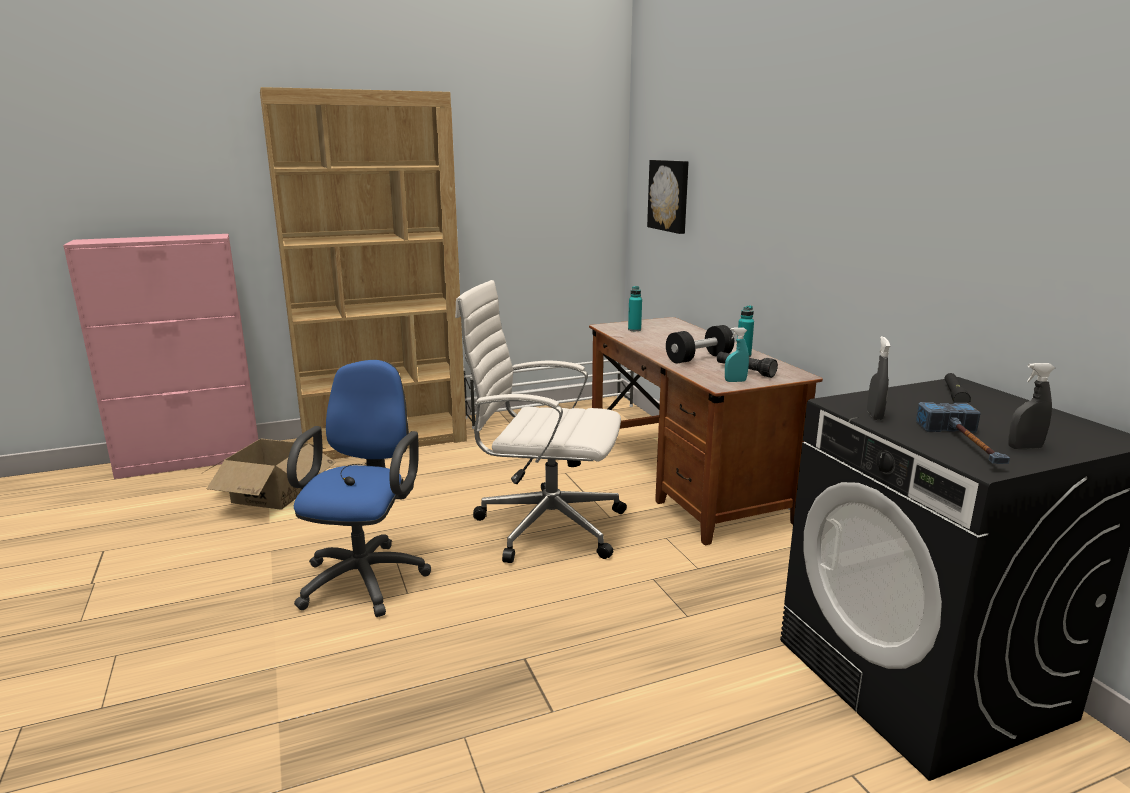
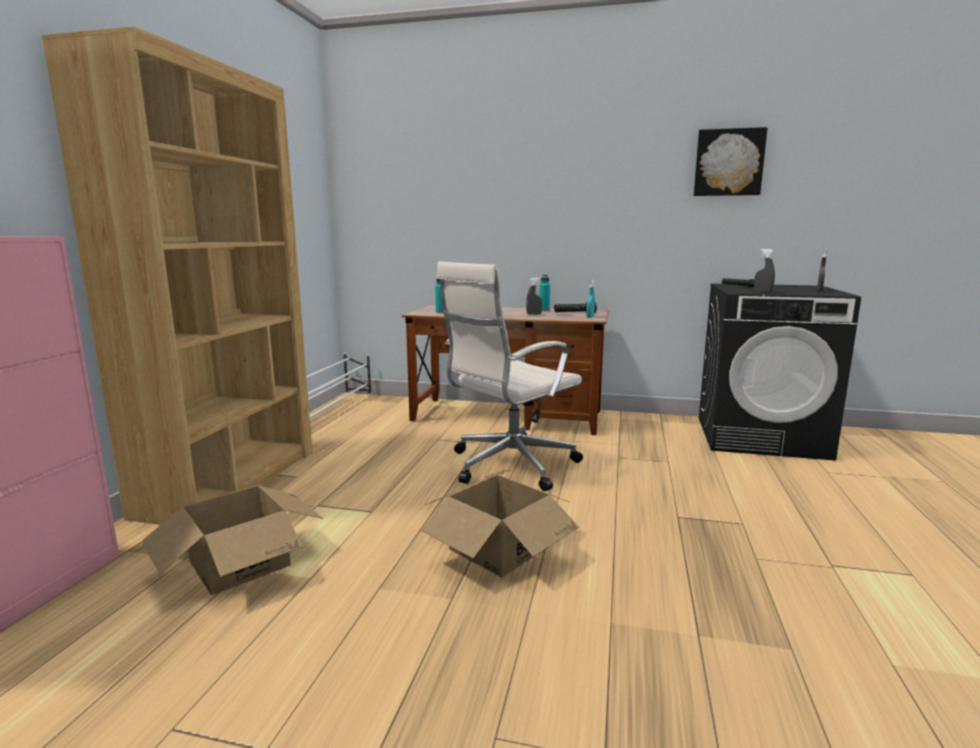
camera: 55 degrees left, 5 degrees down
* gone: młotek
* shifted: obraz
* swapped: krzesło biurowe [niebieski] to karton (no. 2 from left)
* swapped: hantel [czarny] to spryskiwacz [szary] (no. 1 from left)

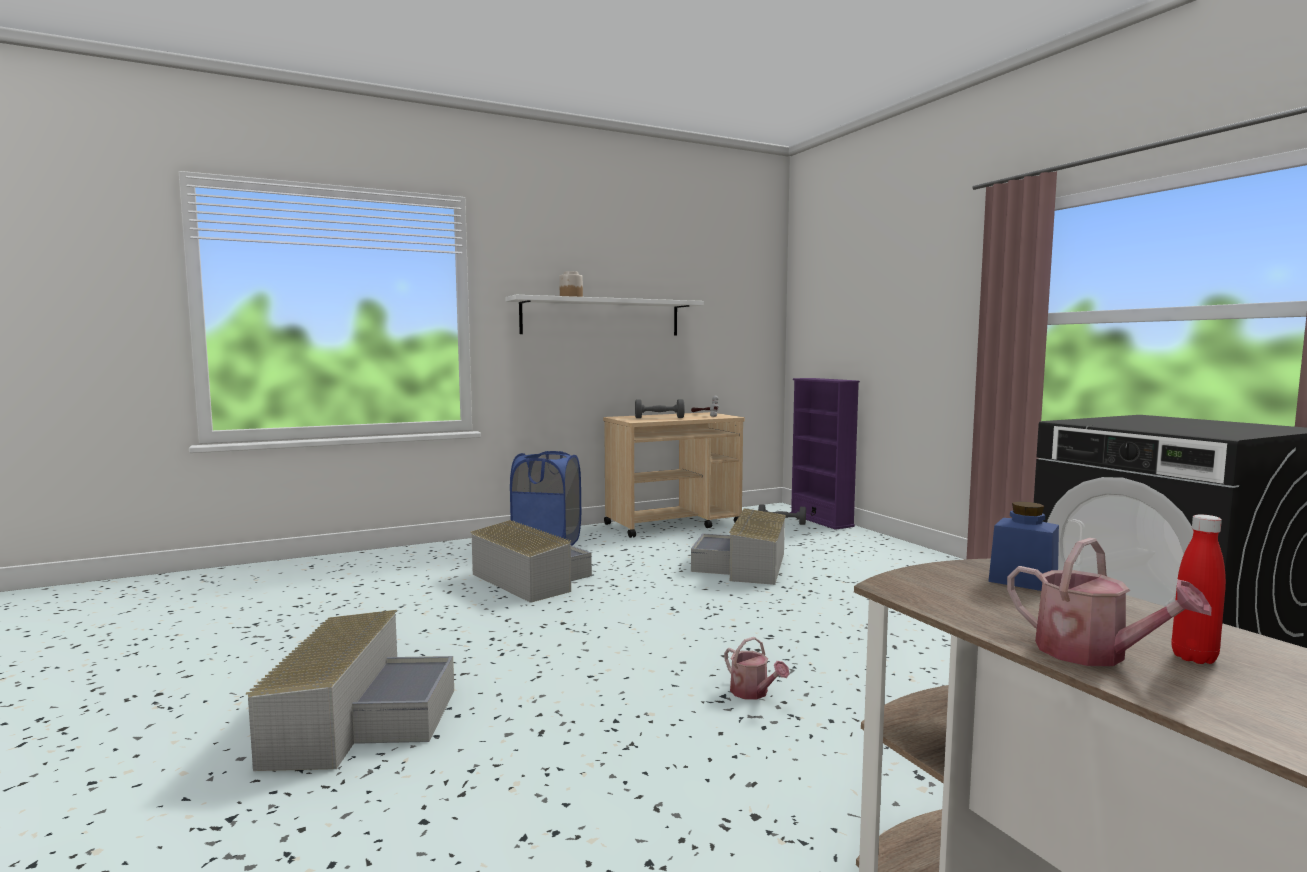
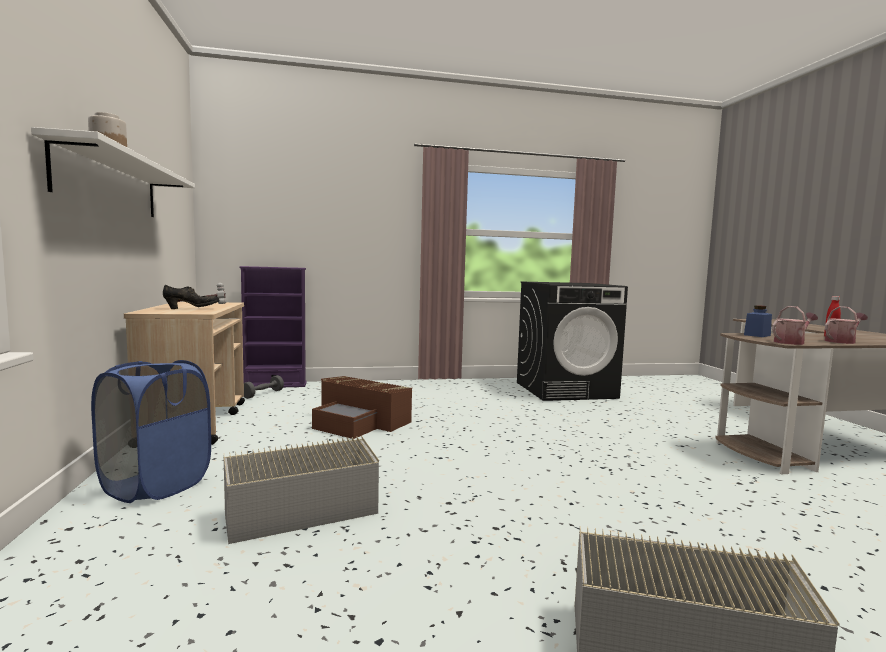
camera: 75 degrees left, 0 degrees up
* shifted: konewka (no. 1 from left)
* swapped: hantel [szary] (no. 1 from left) to but [czarny]
* repainted: pojemnik do przechowywania [szary] (no. 3 from left) to pojemnik do przechowywania [brązowy]

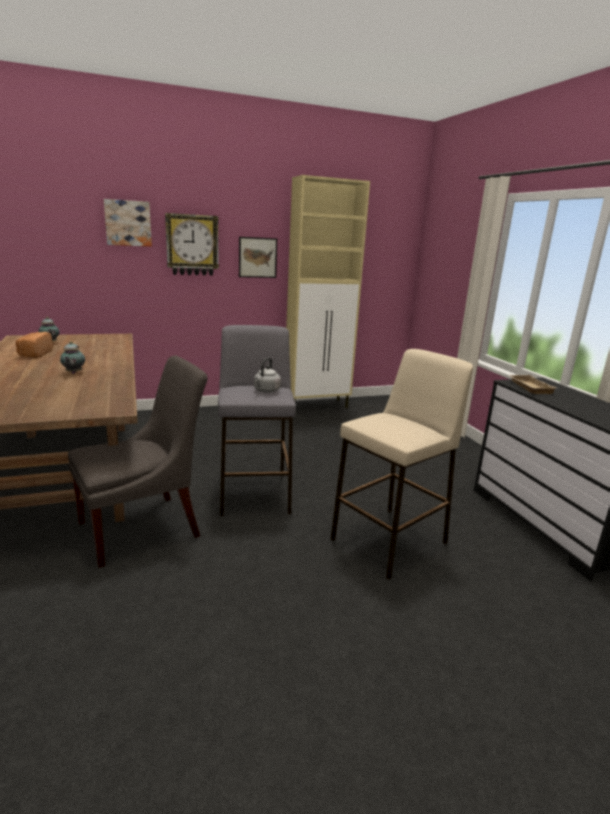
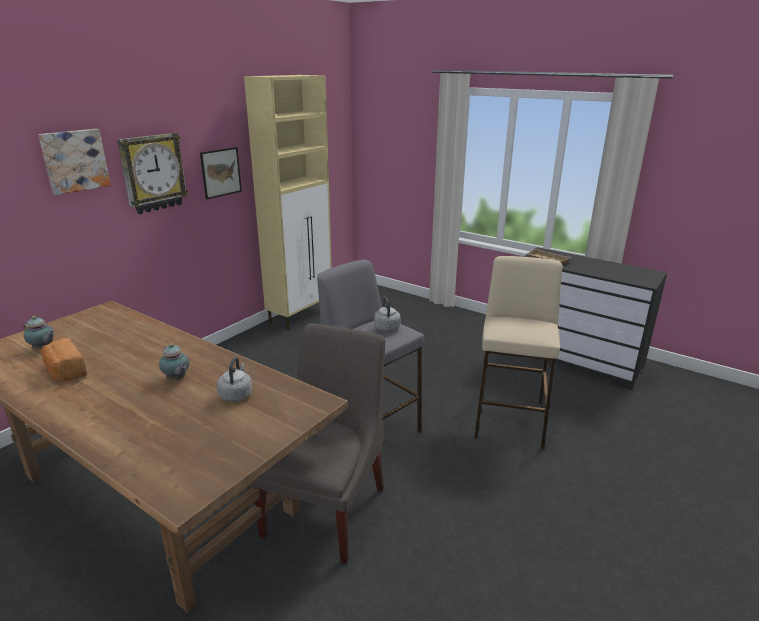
camera: 35 degrees left, 5 degrees up
* new: czajnik [szary] (no. 1 from left)

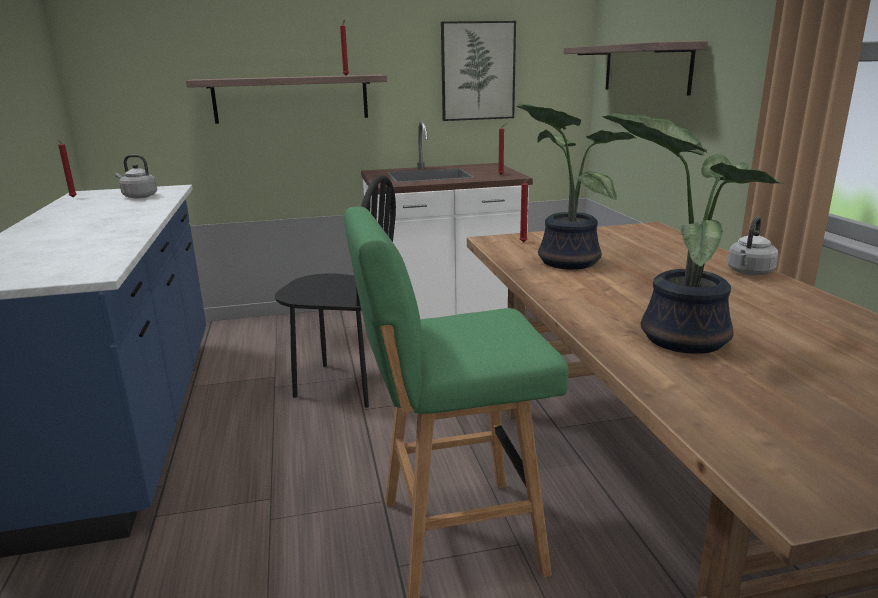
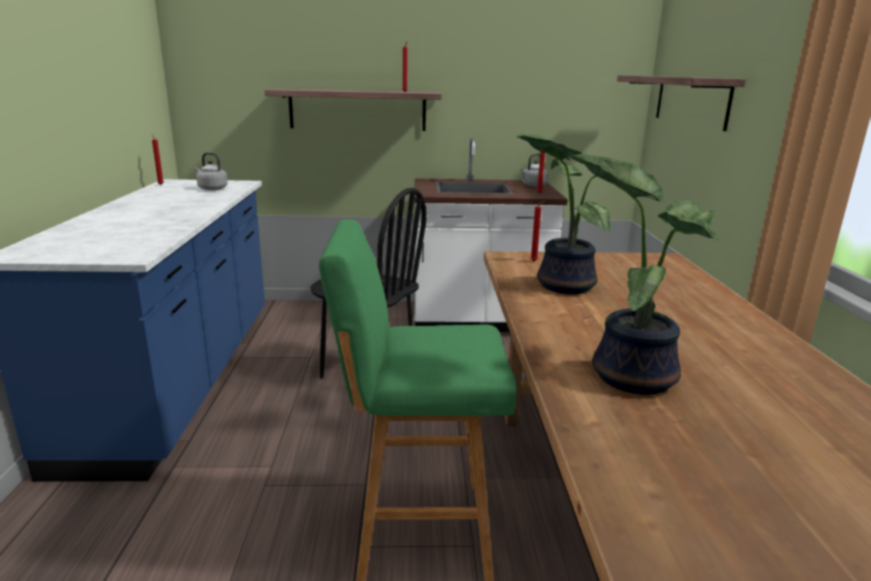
camera: 10 degrees right, 0 degrees up
* gone: obraz
* shifted: czajnik [szary] (no. 2 from left)

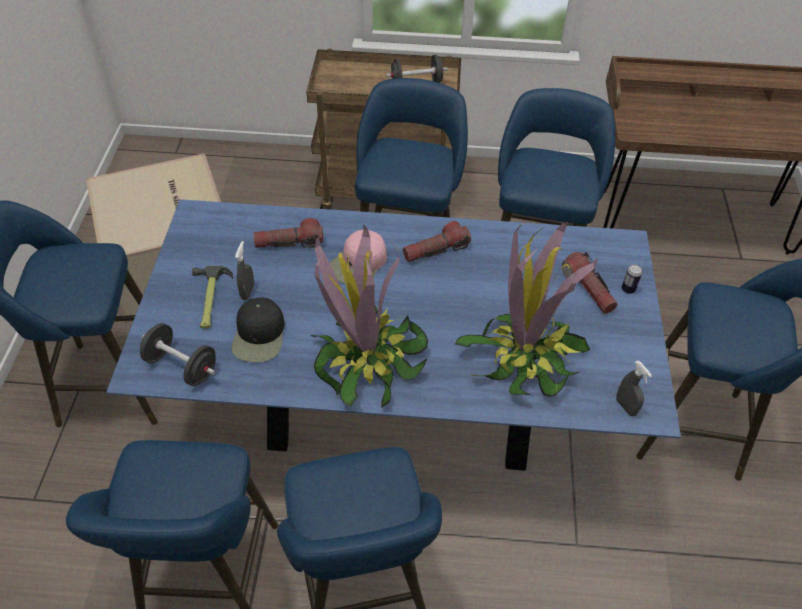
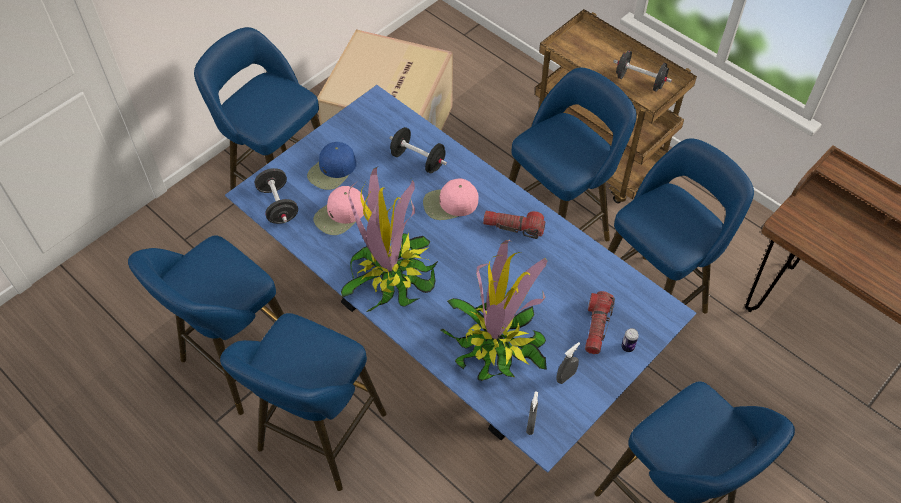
camera: 40 degrees right, 5 degrees up
* shifted: spryskiwacz [szary] (no. 1 from left in the first image) to spryskiwacz [szary] (no. 2 from left)
* swapped: młotek to czapka z daszkiem [niebieski]
* swapped: latarka (no. 1 from left) to hantel [czarny] (no. 2 from left)
* repainted: czapka z daszkiem [czarny] to czapka z daszkiem [różowy] (no. 1 from left)

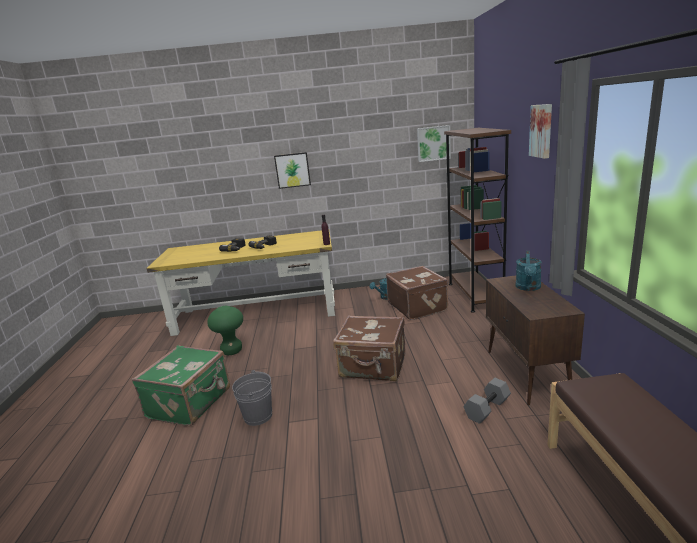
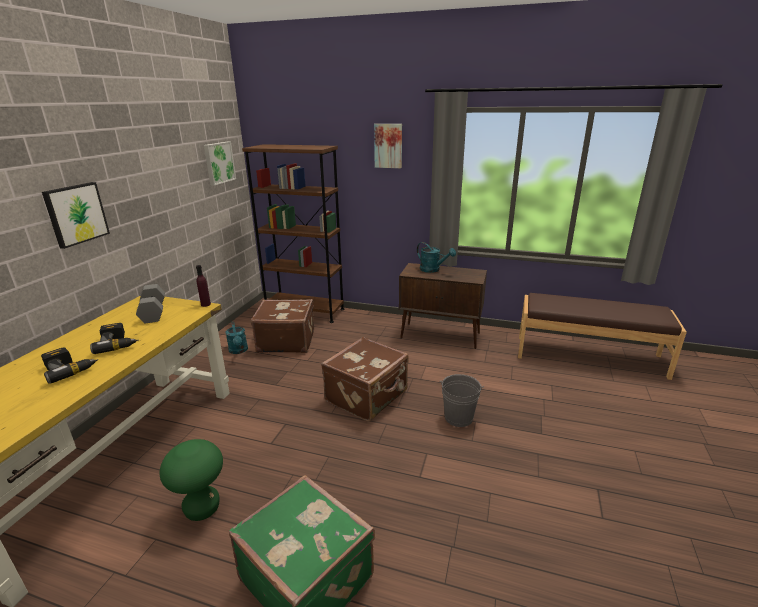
camera: 70 degrees left, 5 degrees up
* shifted: wiadro [szary]
* shifted: hantel [szary]

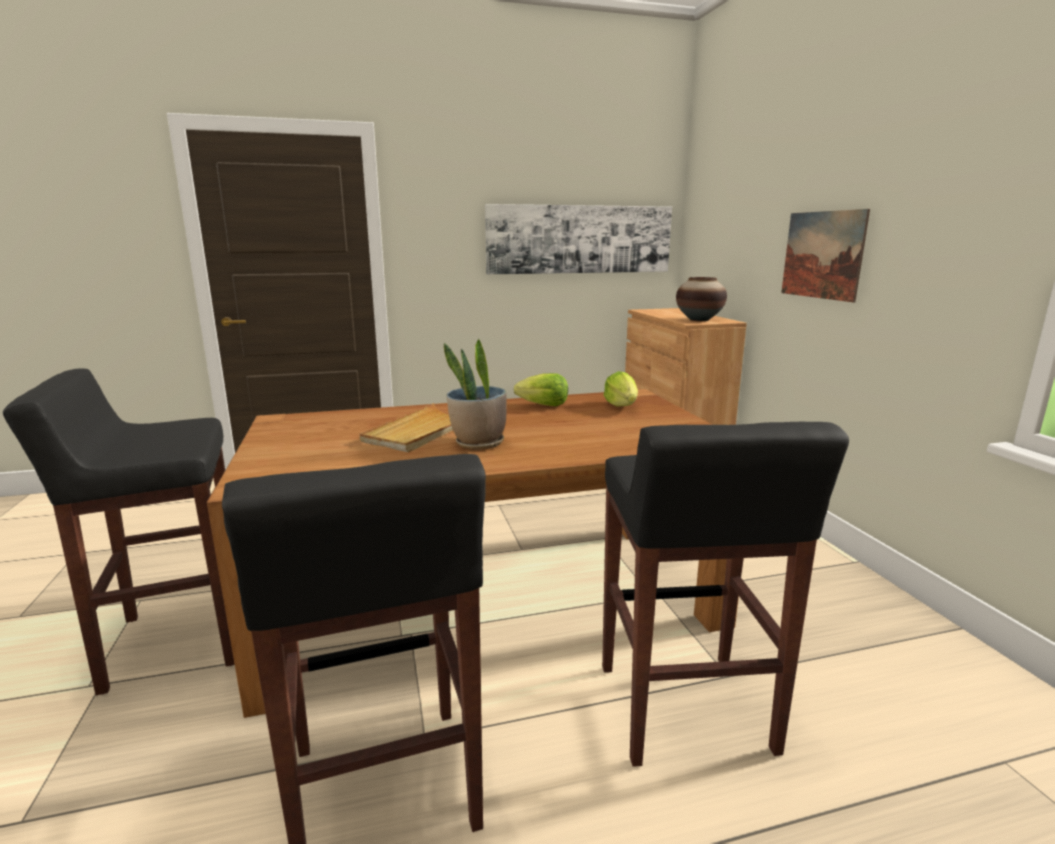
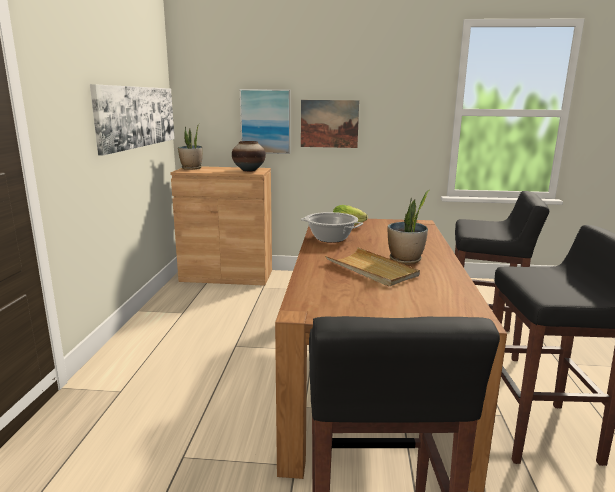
camera: 70 degrees left, 0 degrees up
* new: roślina doniczkowa (no. 1 from left)
* new: obraz (no. 2 from left)
* swapped: sałata (no. 1 from left) to garnek

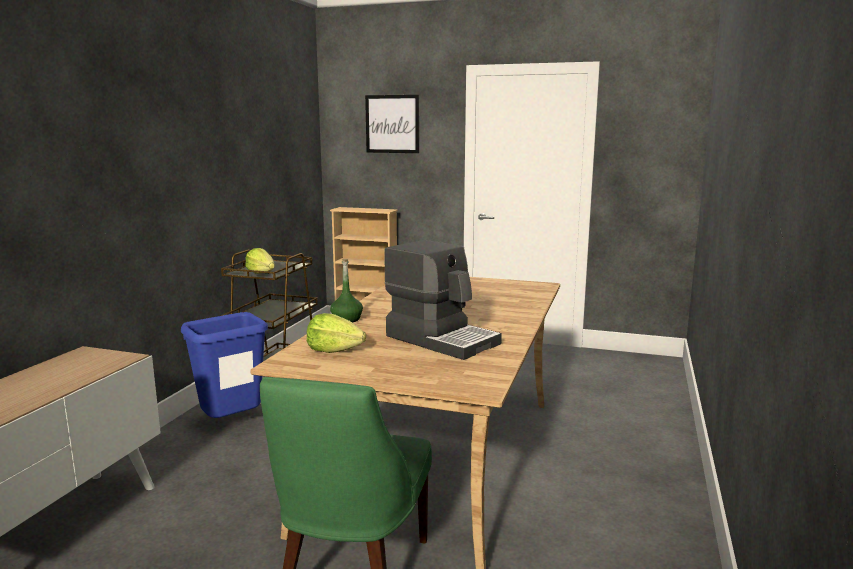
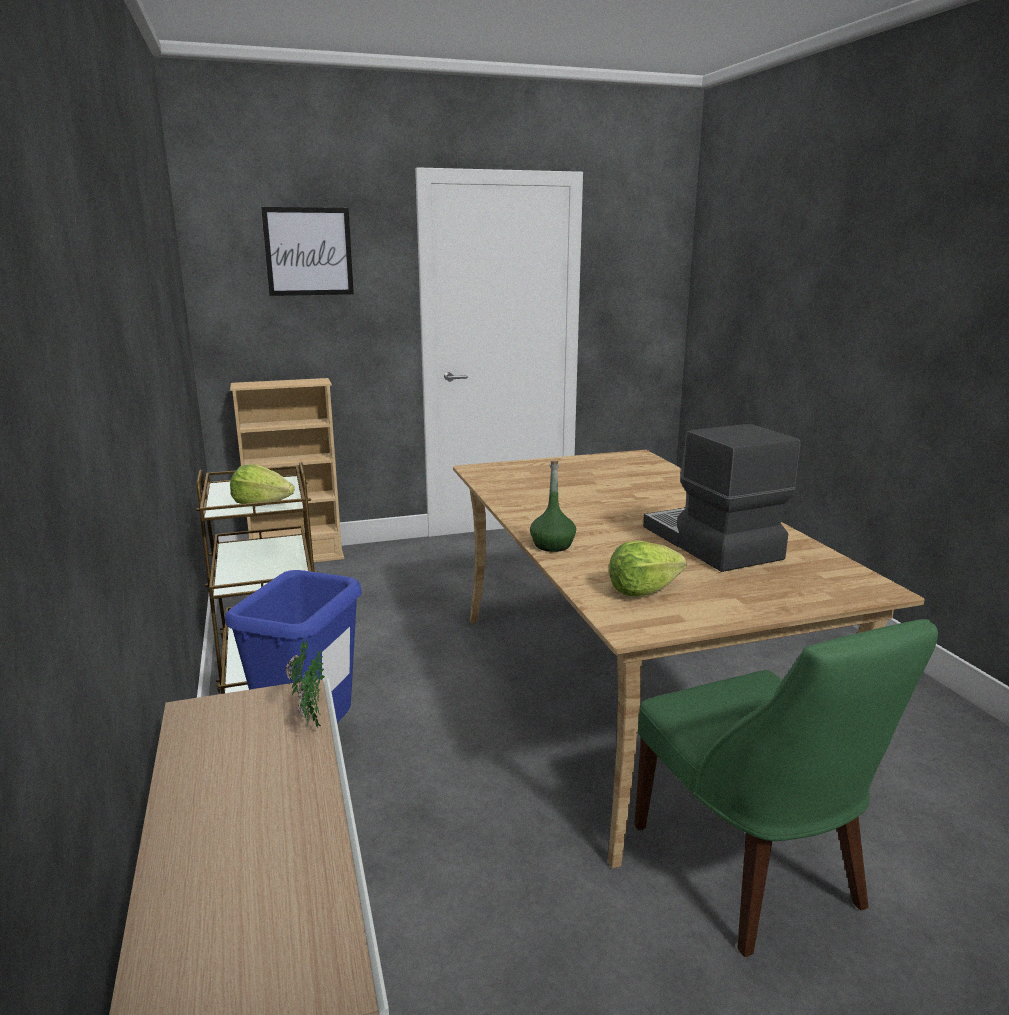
camera: 35 degrees left, 5 degrees up
* new: roślina doniczkowa
* rotated: ekspres do kawy 120 degrees counterclockwise

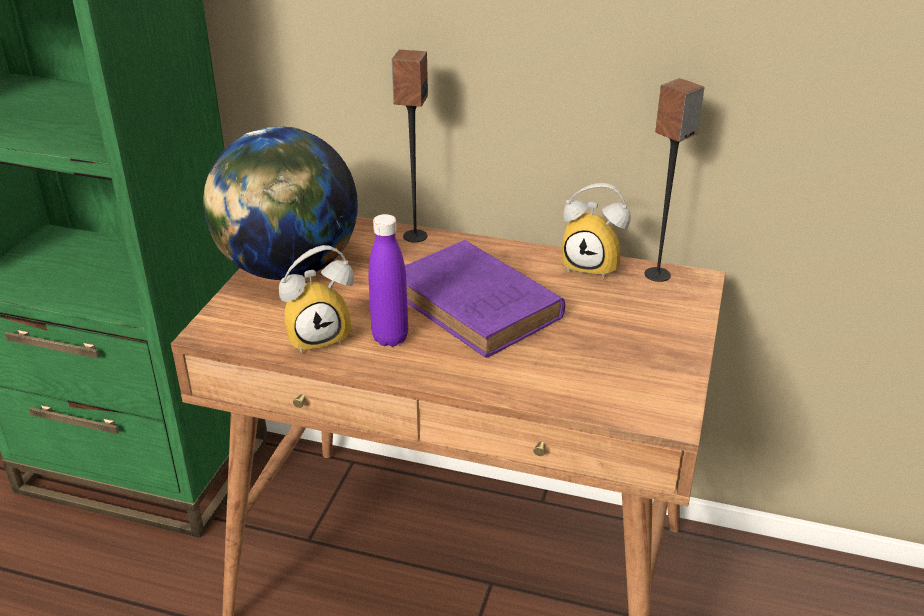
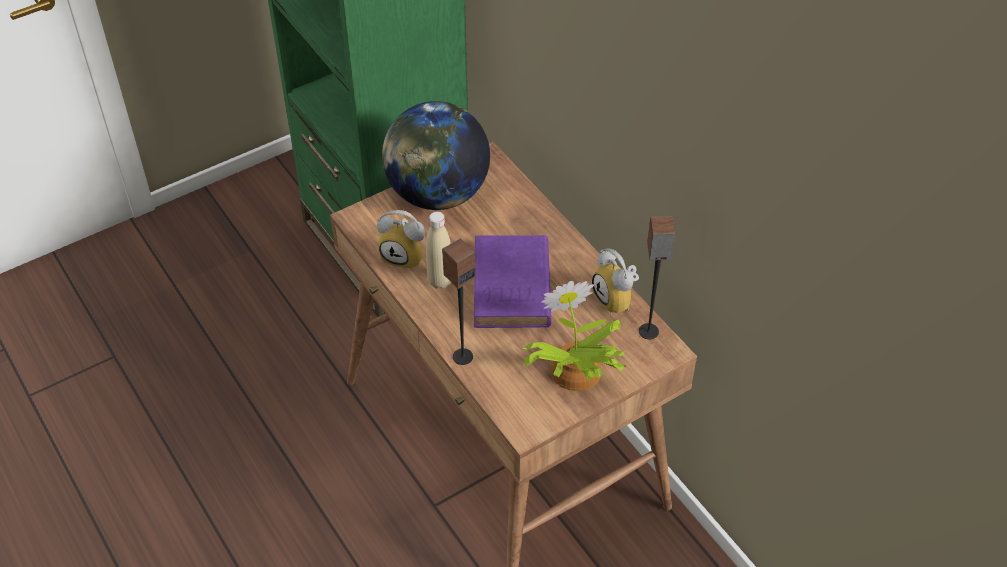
camera: 40 degrees right, 15 degrees up
* new: roślina doniczkowa
* shifted: głośnik (no. 1 from left)
* repainted: butelka [fioletowy] to butelka [beżowy]

